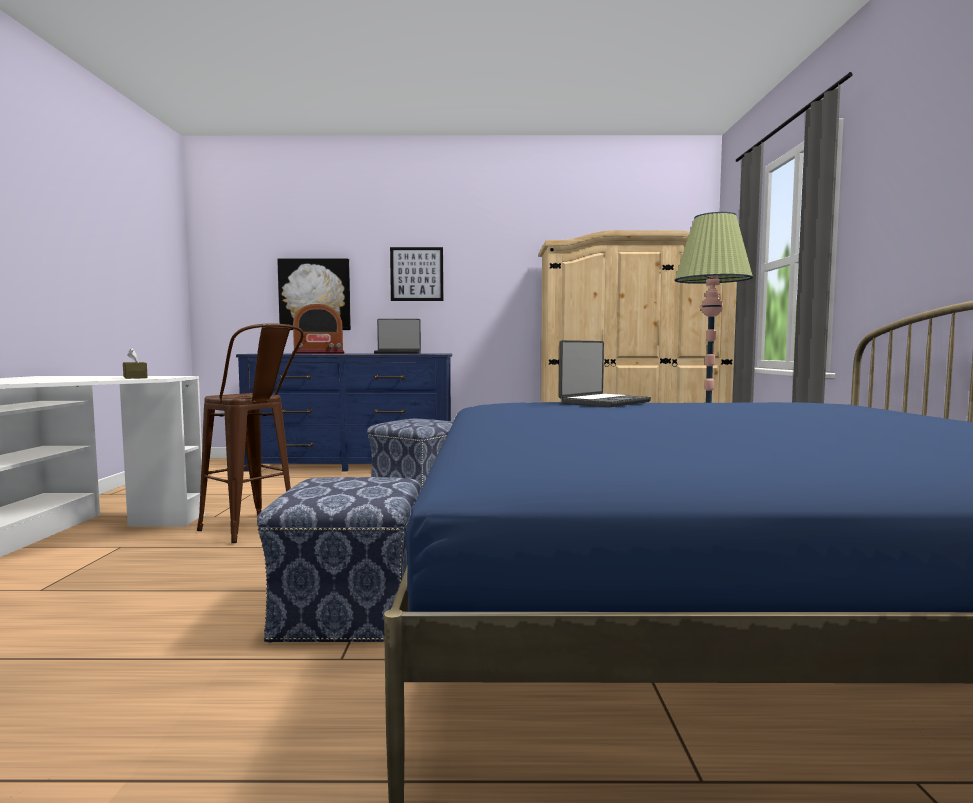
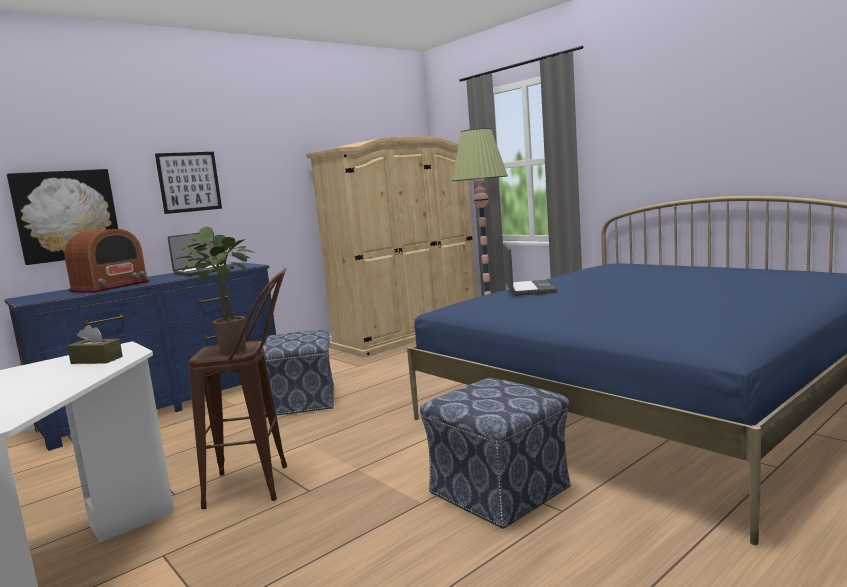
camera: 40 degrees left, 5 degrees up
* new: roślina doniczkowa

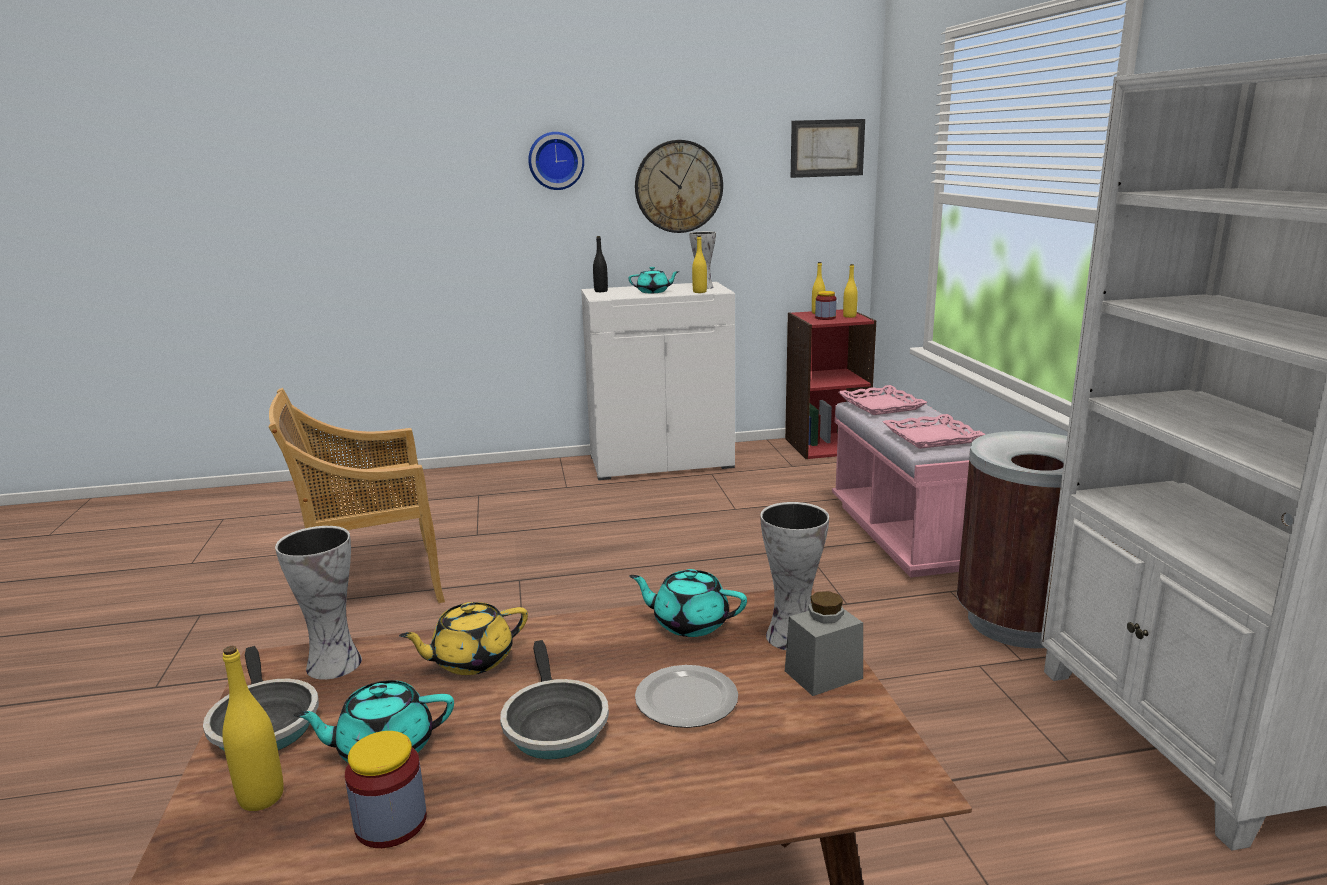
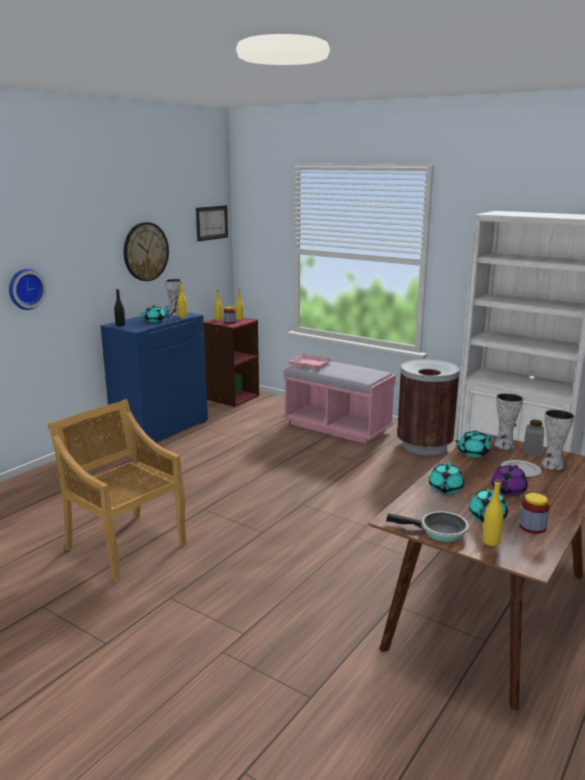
camera: 45 degrees left, 0 degrees up
* gone: taca [różowy] (no. 2 from left)
* shifted: wazon (no. 1 from left in the first image) to wazon (no. 3 from left)
* shifted: zegar ścienny (no. 1 from left)
* swapped: patelnia (no. 2 from left) to imbryk [fioletowy]
* repainted: imbryk [żółty] to imbryk [turkusowy] (no. 2 from left)
* repainted: szafka [biały] to szafka [niebieski]
* rotated: krzesło [beżowy] 105 degrees clockwise

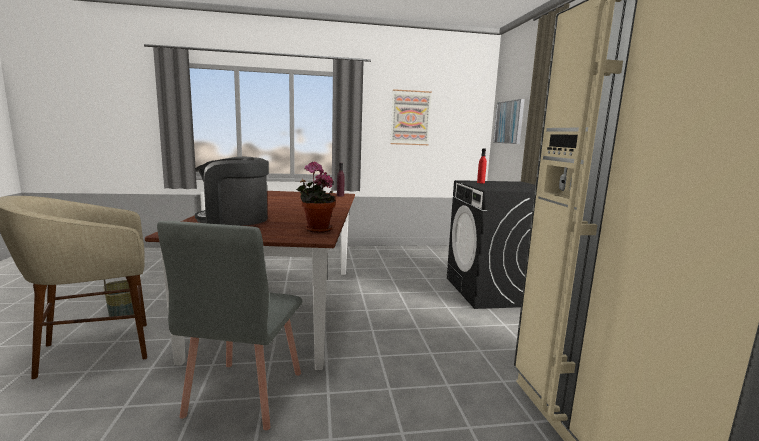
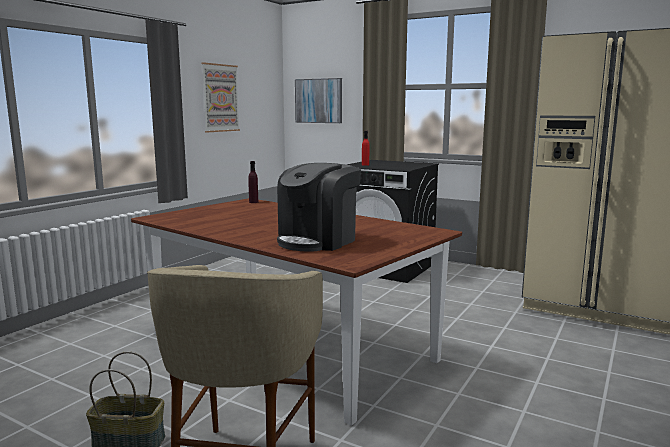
camera: 50 degrees left, 0 degrees up
* gone: krzesło [szary]
* gone: roślina doniczkowa

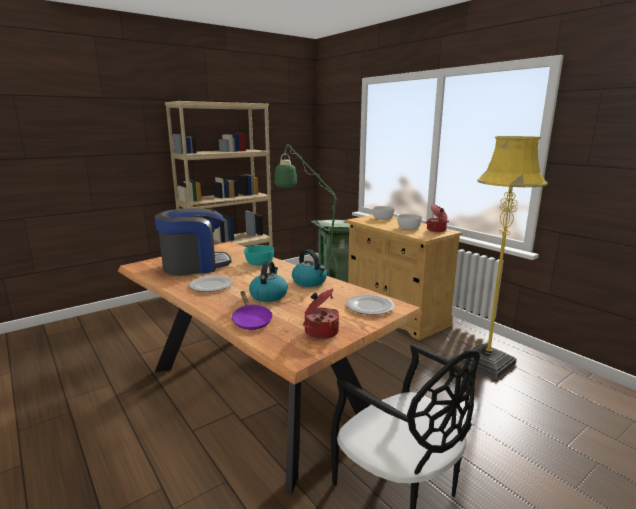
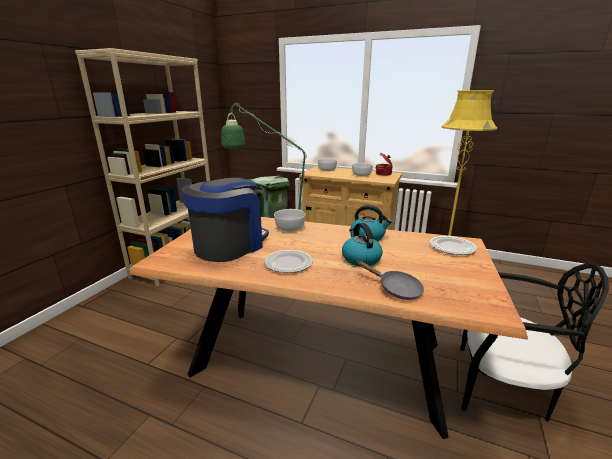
camera: 30 degrees left, 5 degrees up
* gone: garnek (no. 1 from left)
* repainted: patelnia [fioletowy] to patelnia [szary]
* repainted: miska [turkusowy] to miska [biały] (no. 1 from left)

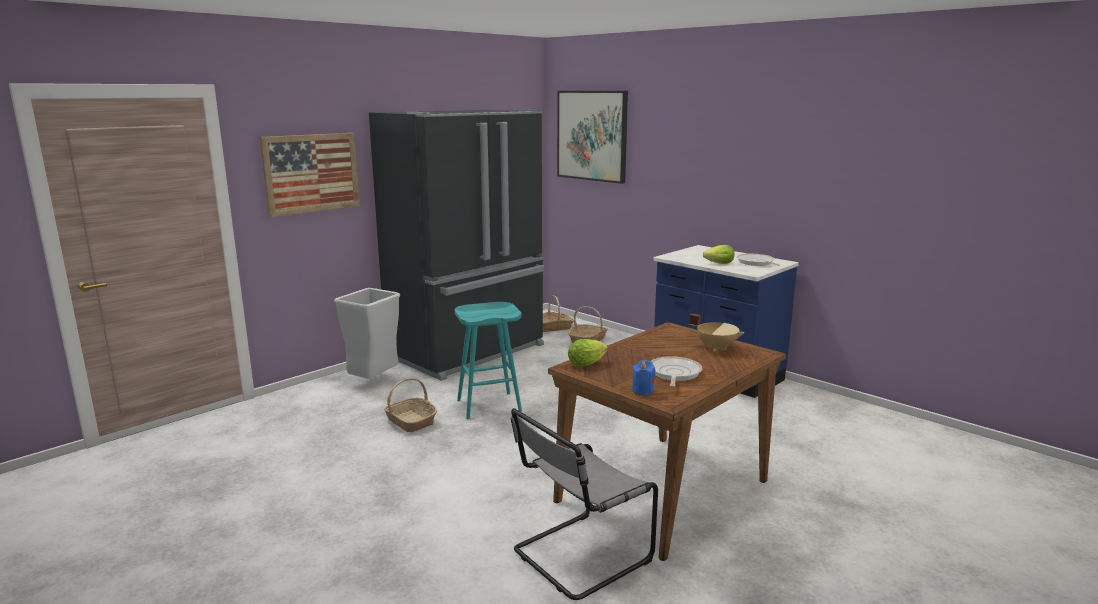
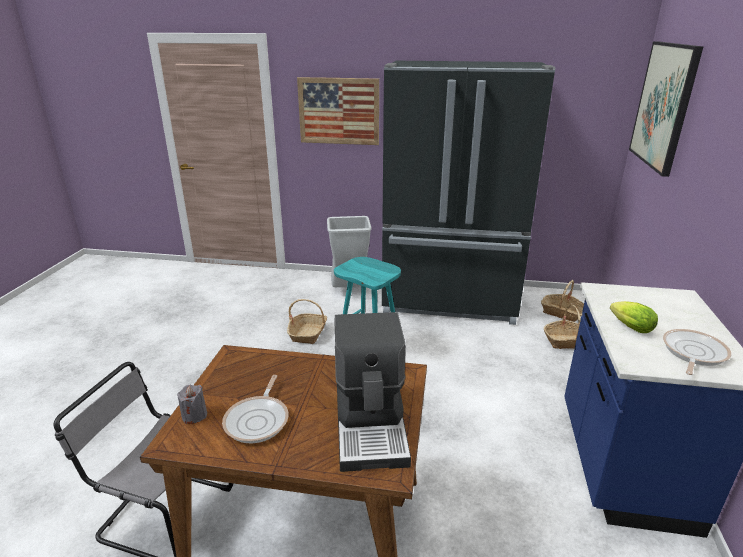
camera: 55 degrees right, 10 degrees up
* gone: sałata (no. 1 from left)
* swapped: garnek [beżowy] to ekspres do kawy
* repainted: świeca [niebieski] to świeca [szary]
* rotated: patelnia (no. 1 from left) 120 degrees clockwise

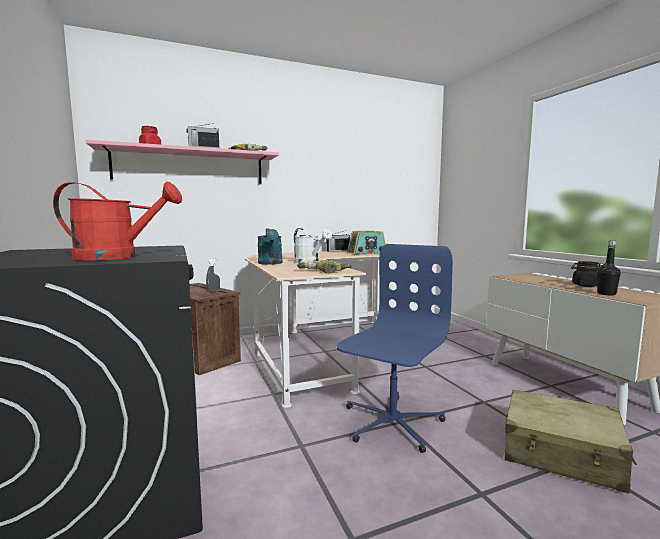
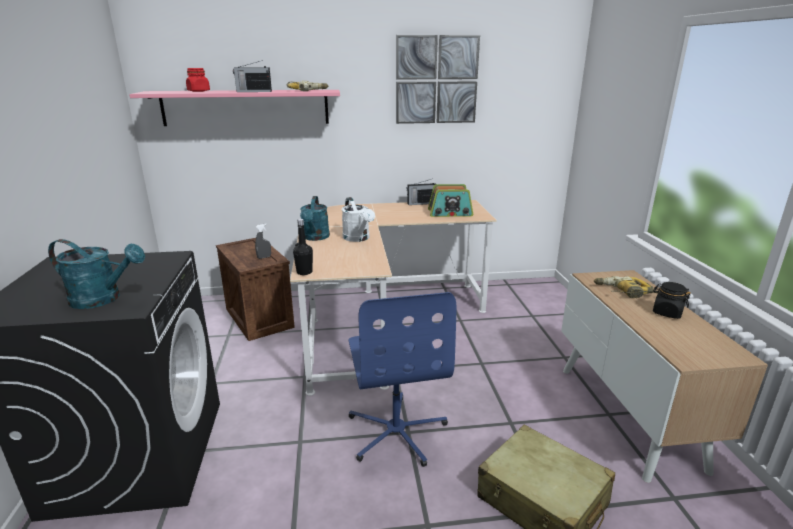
camera: 15 degrees right, 15 degrees up
* new: obraz
* shifted: wiertarka (no. 2 from left)
* shifted: butelka [czarny]
* repainted: konewka [czerwony] to konewka [turkusowy] (no. 1 from left)
* rotated: krzesło biurowe [niebieski] 120 degrees clockwise

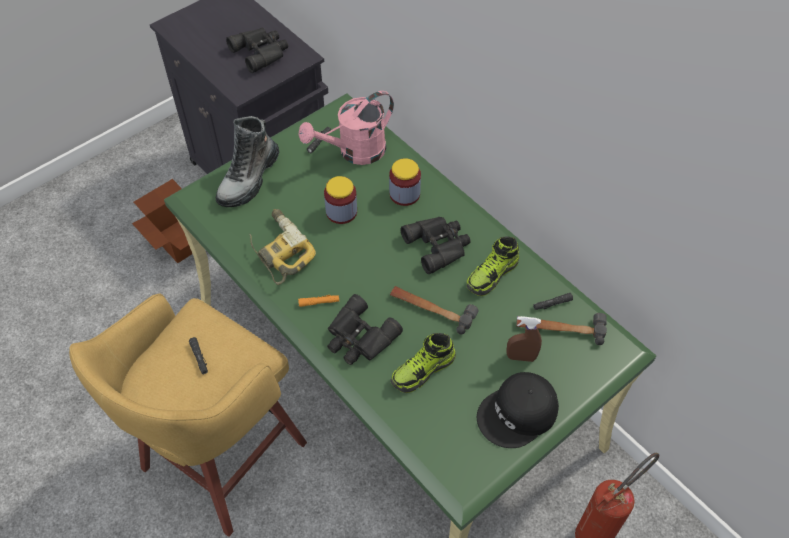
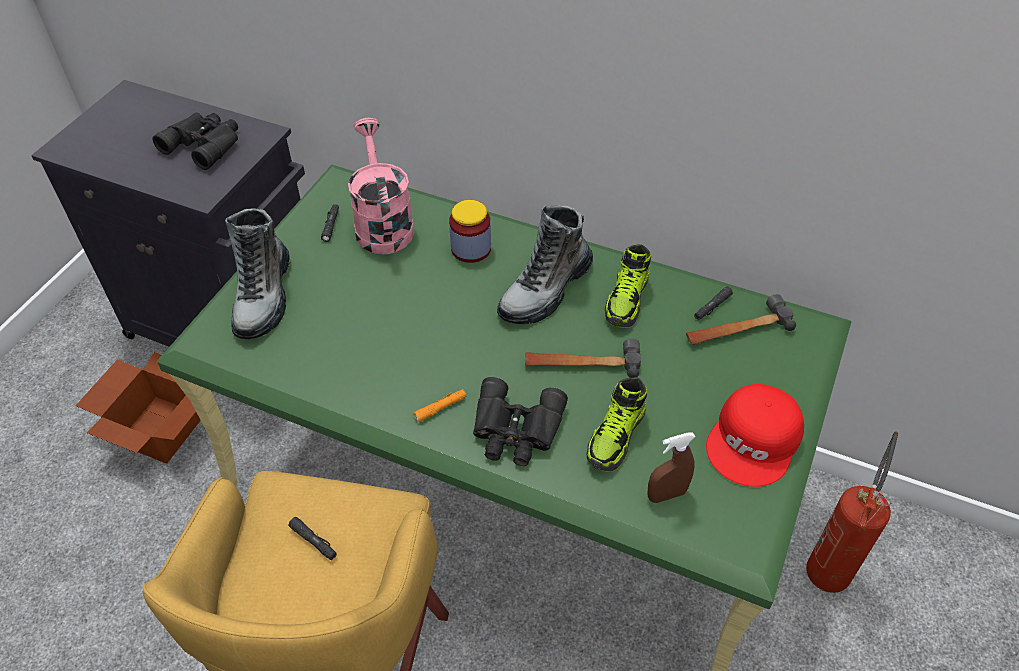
camera: 25 degrees left, 5 degrees down
* gone: wiertarka
* gone: słoik (no. 1 from left)
* shifted: spryskiwacz [brązowy]
* swapped: lornetka [czarny] (no. 3 from left) to but z cholewką (no. 2 from left)
* repainted: czapka z daszkiem [czarny] to czapka z daszkiem [czerwony]
* rotated: konewka [różowy] 135 degrees clockwise

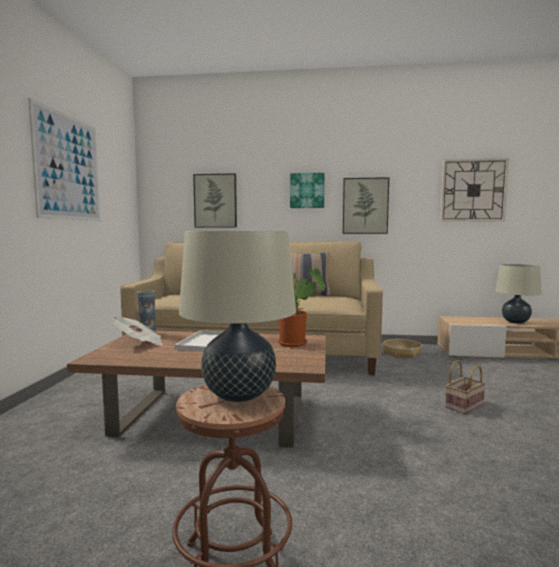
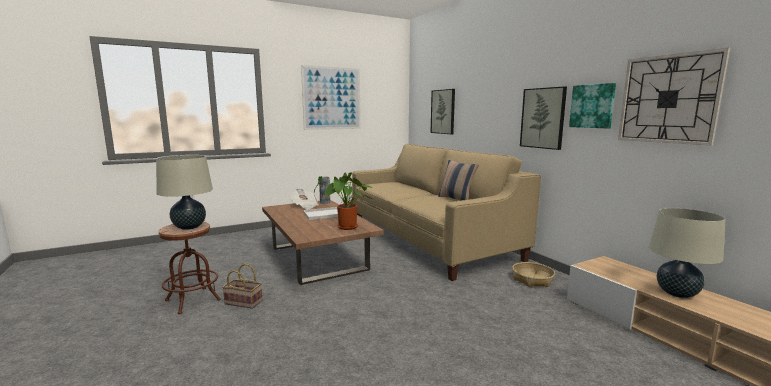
camera: 55 degrees right, 5 degrees up
* shifted: obraz (no. 3 from left in the first image) to obraz (no. 4 from left)
* shifted: koszyk (no. 2 from left in the first image) to koszyk (no. 1 from left)

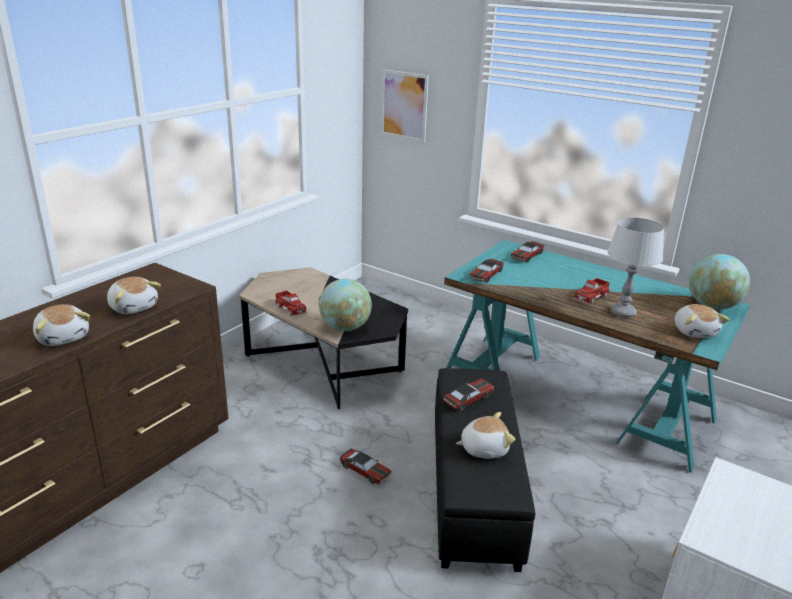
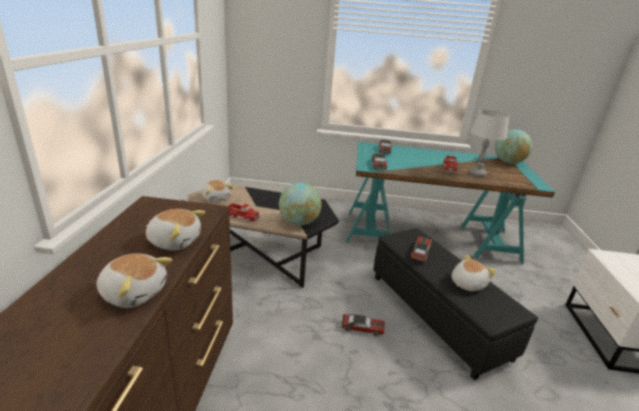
camera: 30 degrees left, 0 degrees up
* gone: obraz
* shifted: pluszak (no. 4 from left in the first image) to pluszak (no. 3 from left)

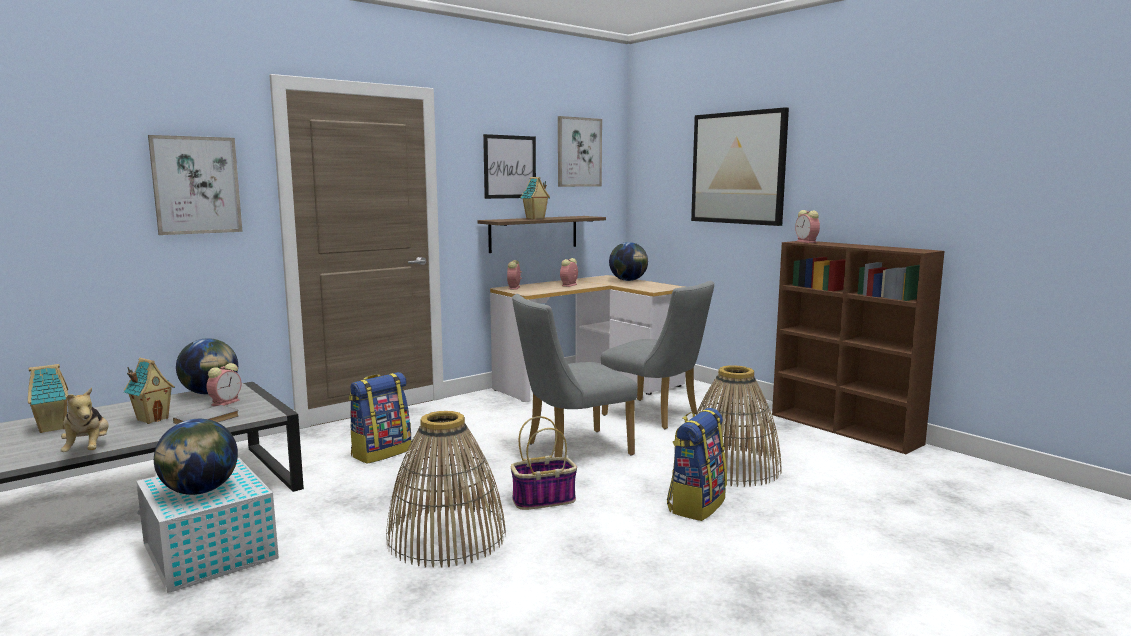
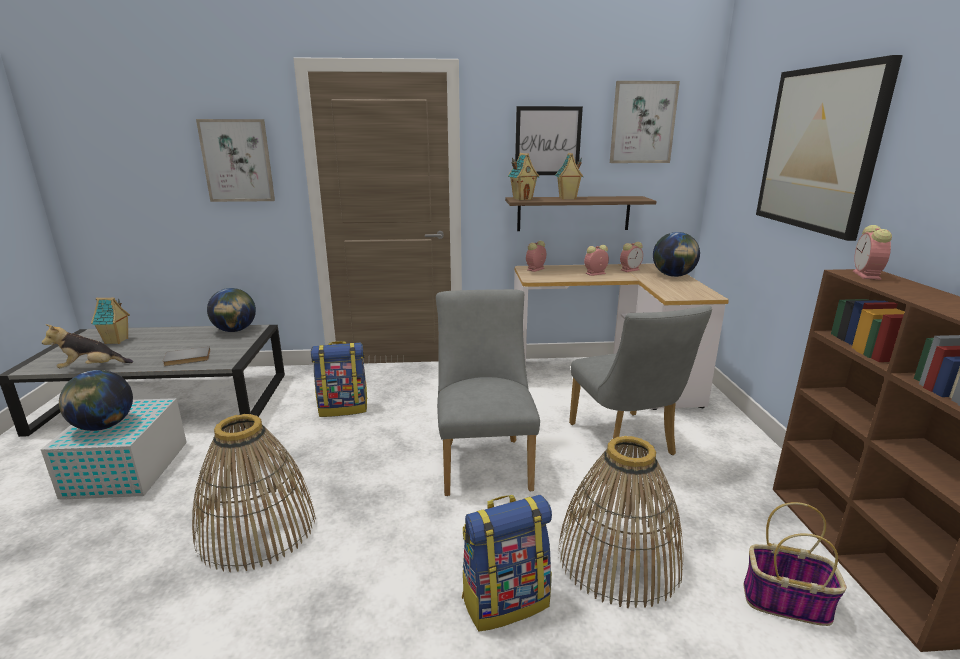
camera: 35 degrees right, 10 degrees up
* shifted: domek (no. 2 from left)
* shifted: budzik (no. 1 from left in the first image) to budzik (no. 3 from left)
* shifted: koszyk (no. 2 from left in the first image) to koszyk (no. 3 from left)
* rotated: pluszak 60 degrees clockwise
* rotated: krzesło [szary] (no. 1 from left) 75 degrees clockwise

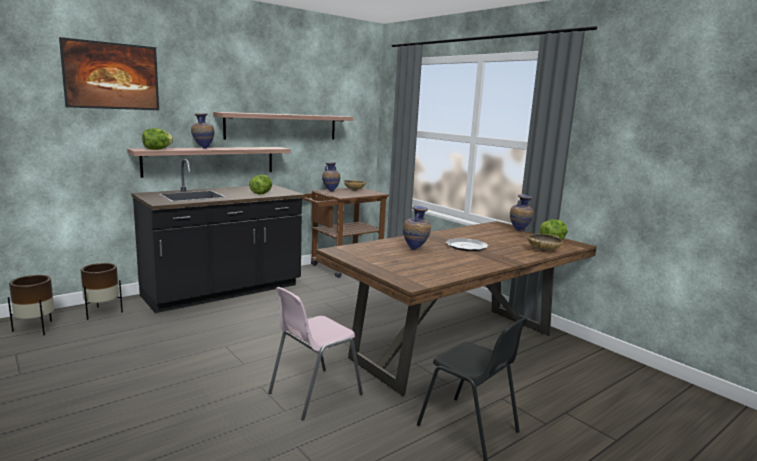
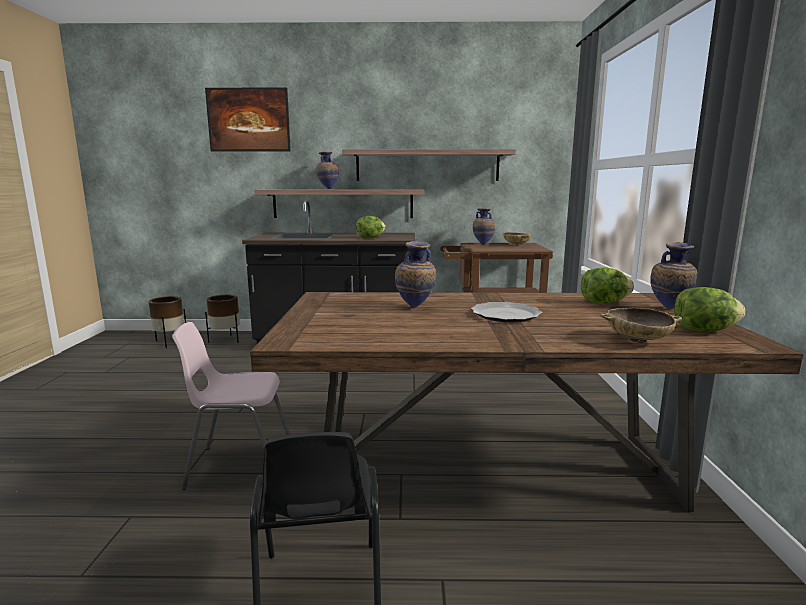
camera: 40 degrees right, 0 degrees up
* shifted: sałata (no. 1 from left in the first image) to sałata (no. 2 from left)

